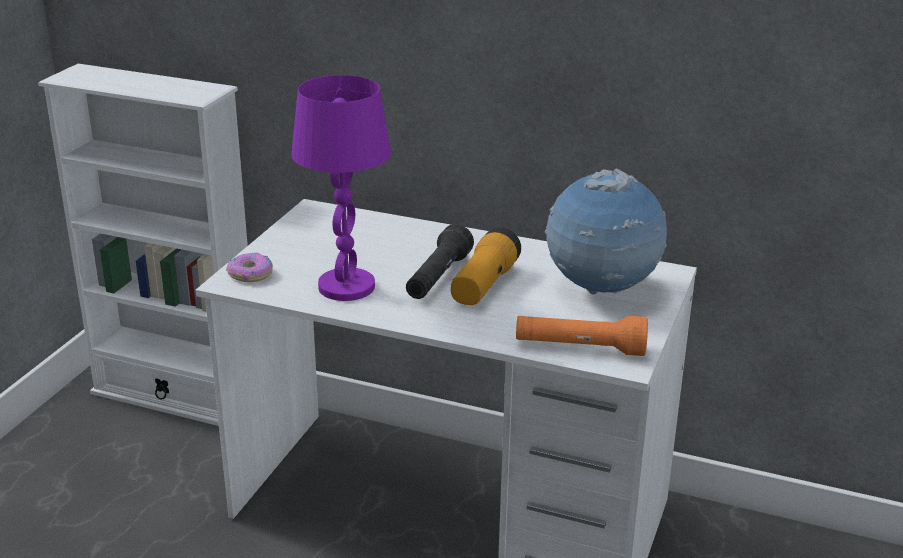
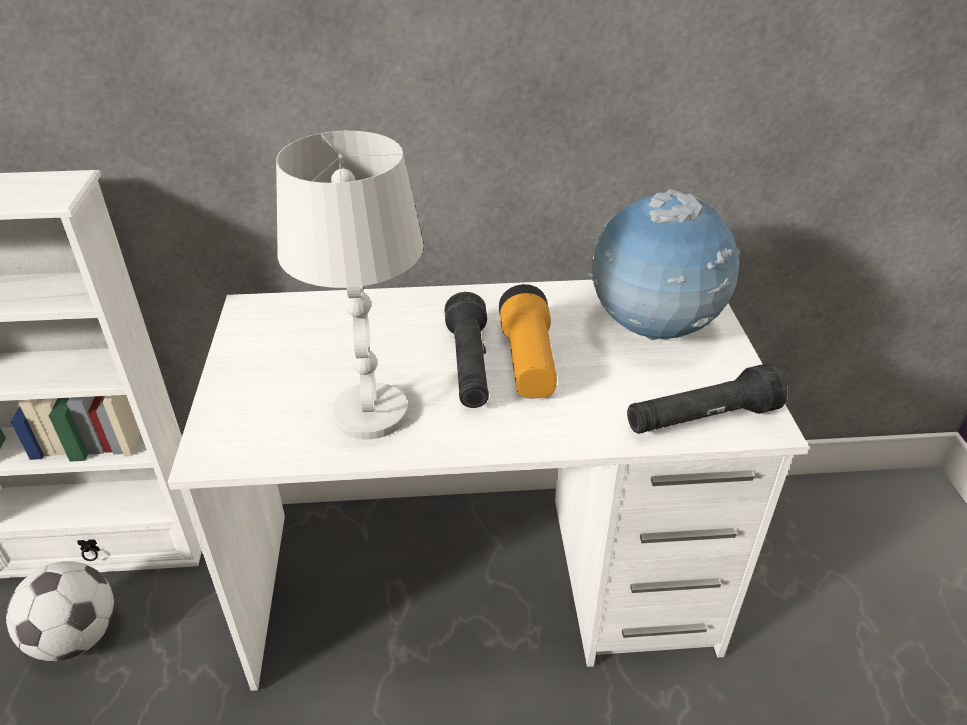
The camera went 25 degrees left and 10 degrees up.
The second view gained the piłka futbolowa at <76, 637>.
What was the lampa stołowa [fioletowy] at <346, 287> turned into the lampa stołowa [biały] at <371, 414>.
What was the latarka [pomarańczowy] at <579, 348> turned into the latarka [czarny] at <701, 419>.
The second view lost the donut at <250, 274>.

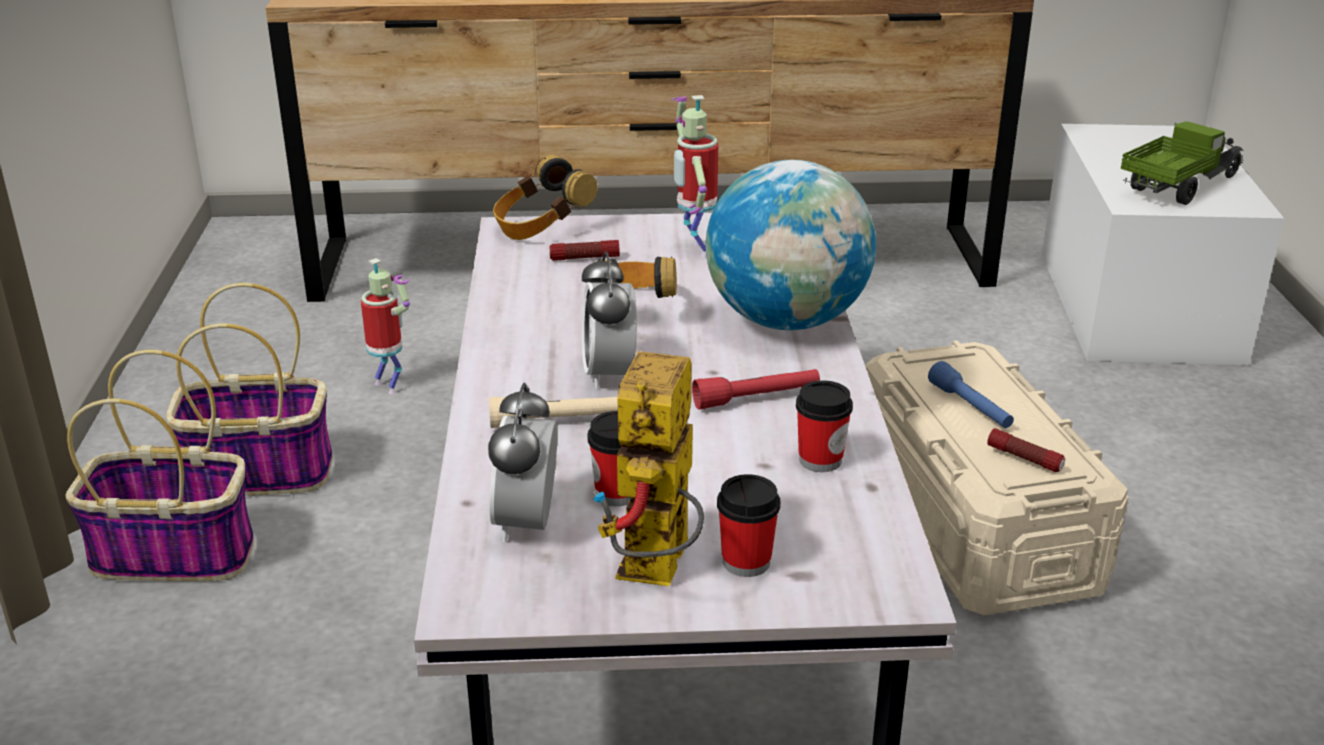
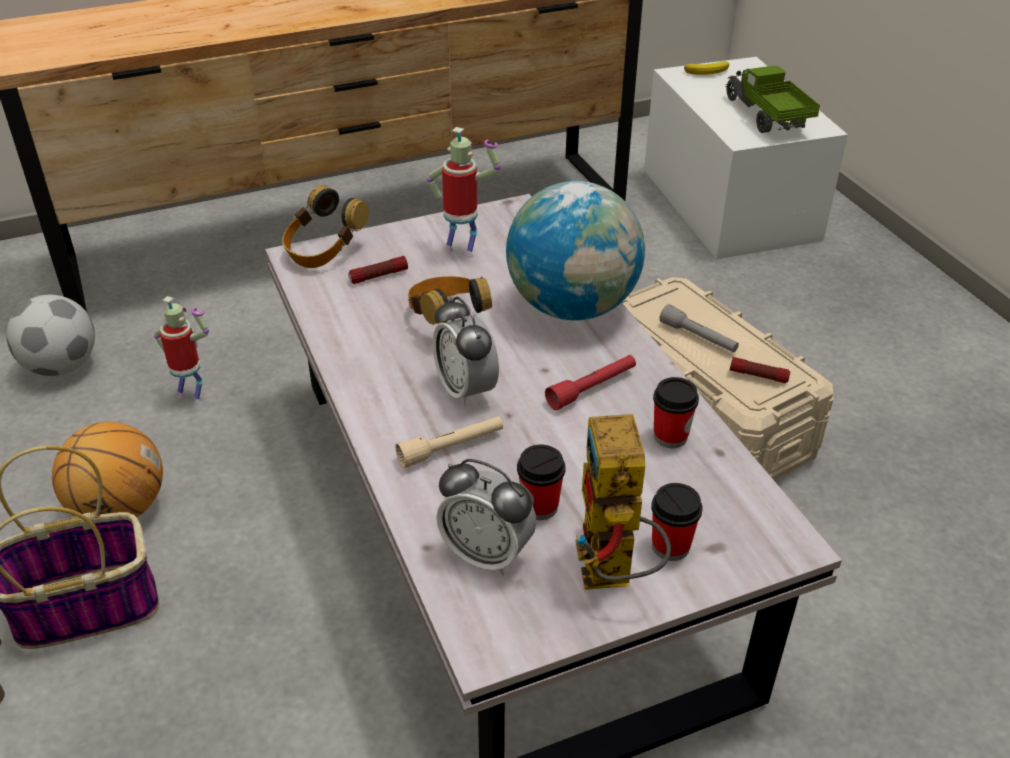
The camera went 20 degrees left and 10 degrees up.
The second view gained the piłka futbolowa at <61, 366>.
Where the koszyk stood at <256, 474>, the piłka do koszykówki came to stand at <119, 509>.
The robot zabawkowy at <694, 250> ended up facing another way, 150 degrees clockwise from before.
The budzik at <527, 523> ended up facing another way, 45 degrees counterclockwise from before.
What was the latarka [niebieski] at <970, 407> turned into the latarka [szary] at <698, 338>.
The second view gained the banan at <708, 71>.
The ciężarówka zabawkowa at <1178, 186> ended up facing another way, 45 degrees counterclockwise from before.

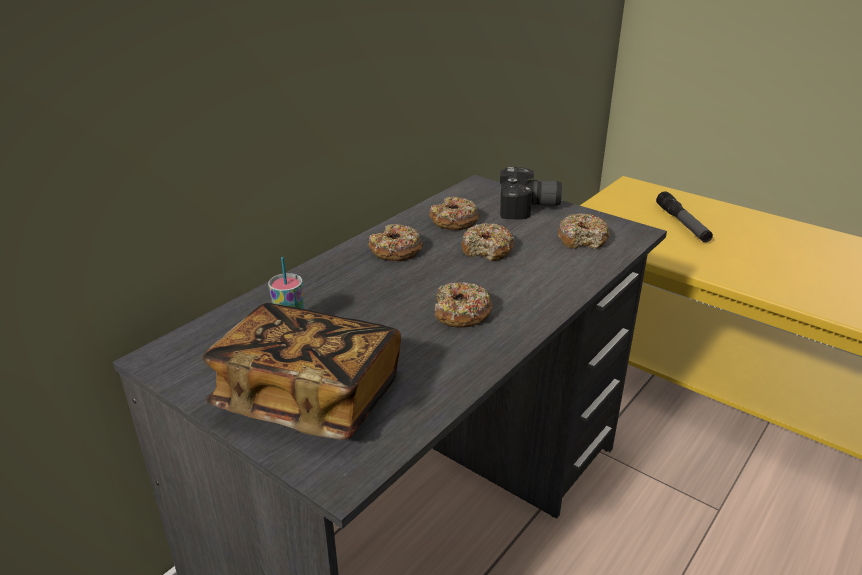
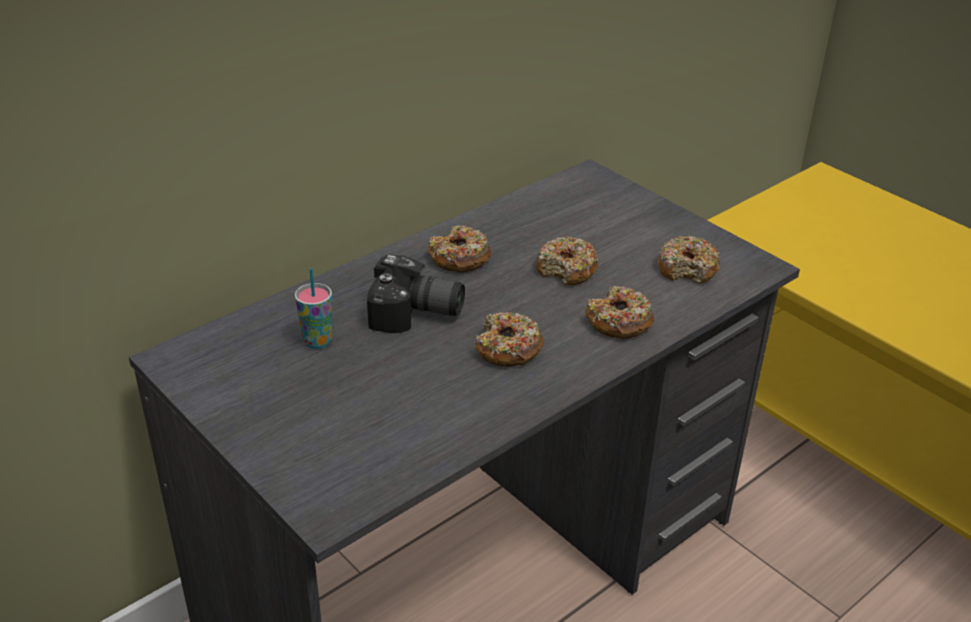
The camera went 10 degrees right and 5 degrees up.
The aparat fotograficzny ended up elsewhere, having gone from <528, 209> to <416, 315>.
The donut ended up elsewhere, having gone from <454, 221> to <619, 322>.
The second view lost the książka at <310, 397>.
The second view lost the latarka at <682, 224>.

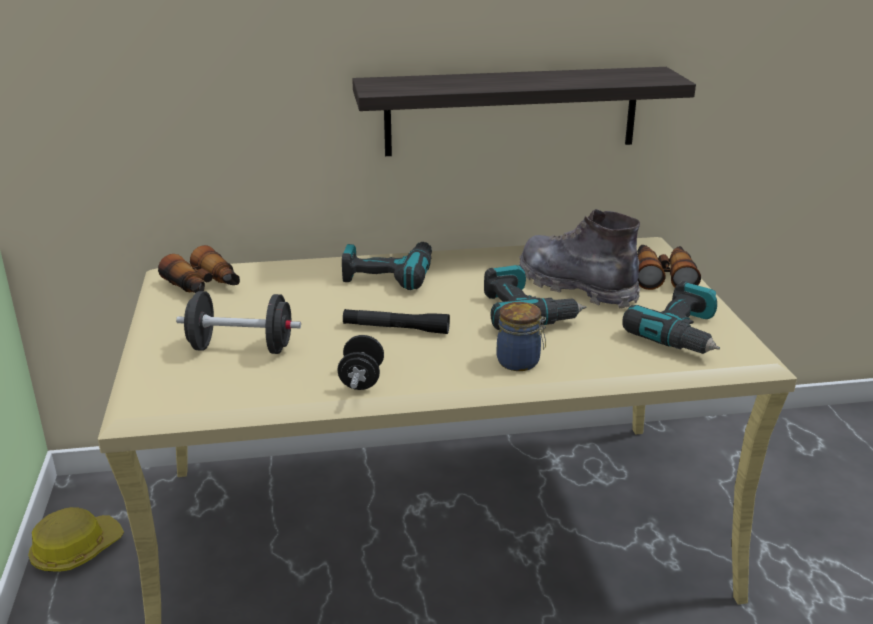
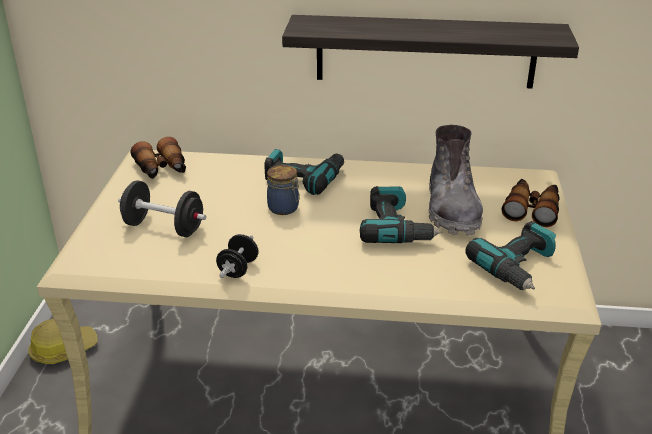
The camera went 15 degrees right and 5 degrees up.
The słoik ended up elsewhere, having gone from <520, 362> to <284, 208>.
The but z cholewką [szary] at <576, 286> ended up facing another way, 150 degrees counterclockwise from before.
The second view lost the latarka [czarny] at <396, 328>.

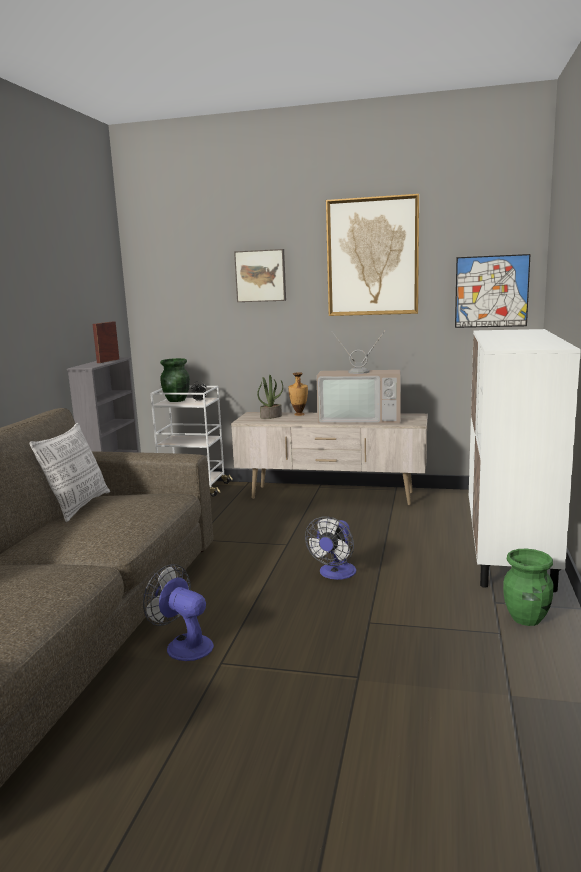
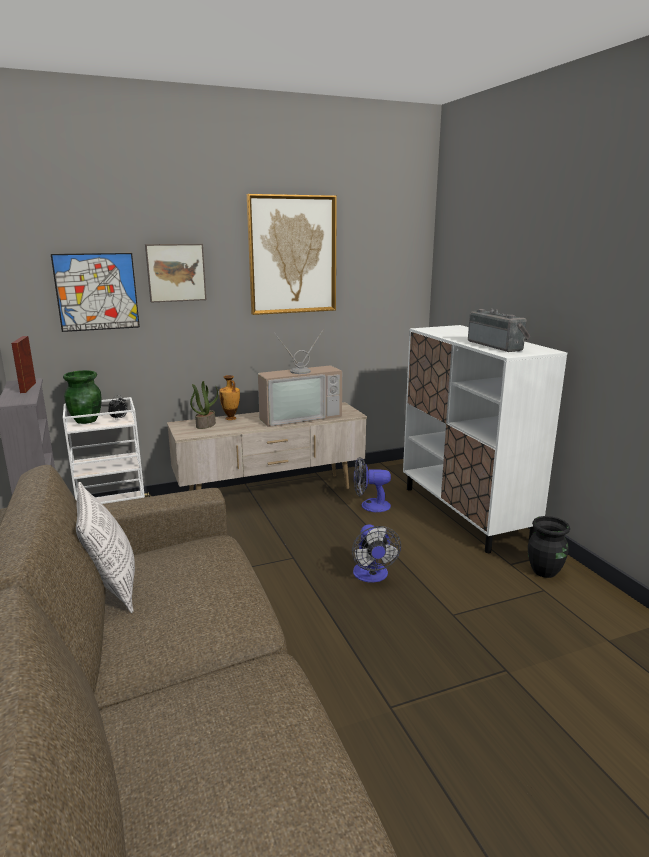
The camera went 35 degrees left and 5 degrees up.
The obraz ended up elsewhere, having gone from <491, 291> to <96, 292>.
The wentylator ended up elsewhere, having gone from <183, 645> to <370, 505>.
The second view gained the radio at <497, 346>.
What was the wazon [zielony] at <527, 619> turned into the wazon [czarny] at <545, 571>.

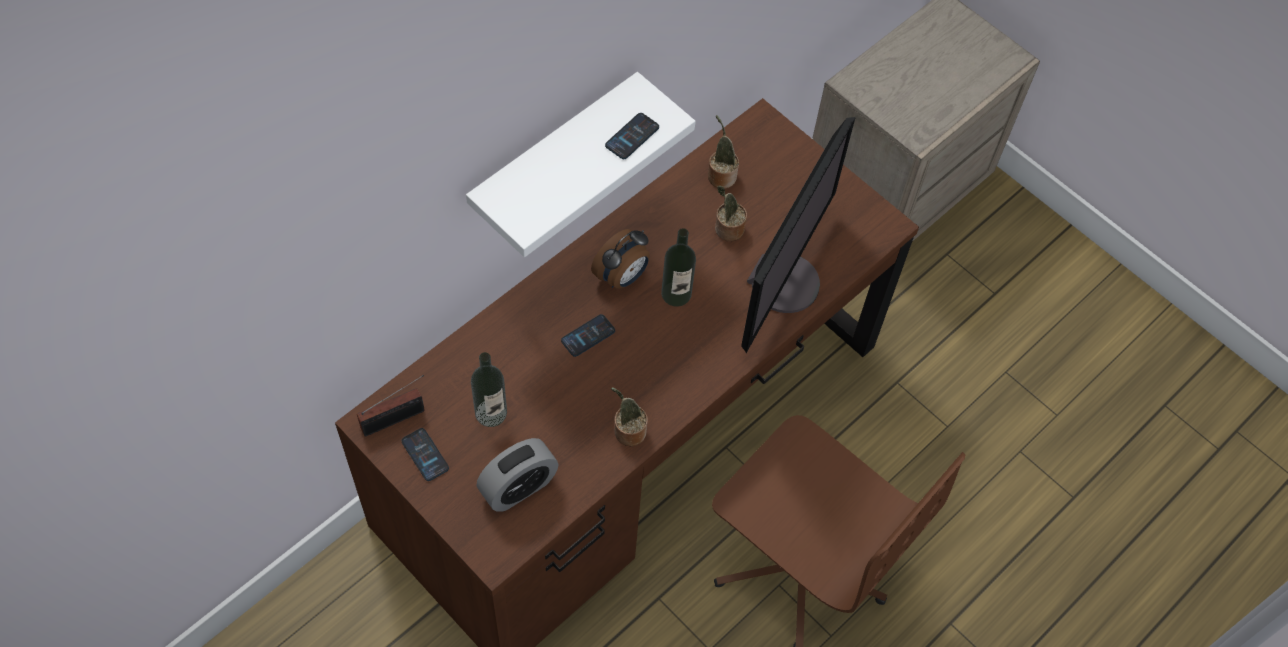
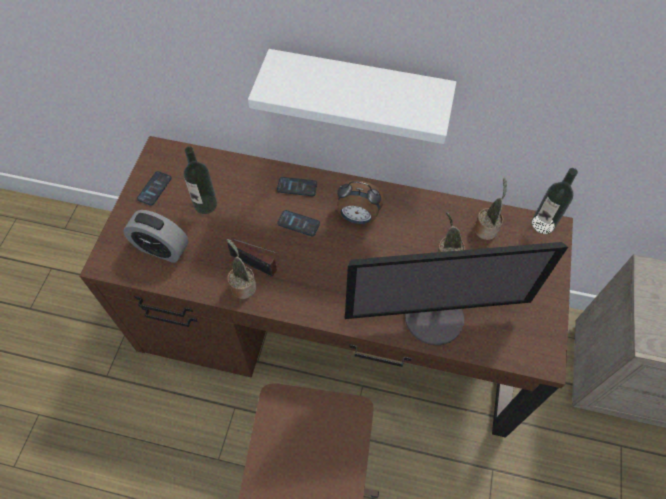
The camera went 60 degrees right and 0 degrees up.
The radio ended up elsewhere, having gone from <396, 418> to <255, 265>.
The telefon ended up elsewhere, having gone from <632, 137> to <297, 187>.
The butelka ended up elsewhere, having gone from <676, 294> to <543, 224>.

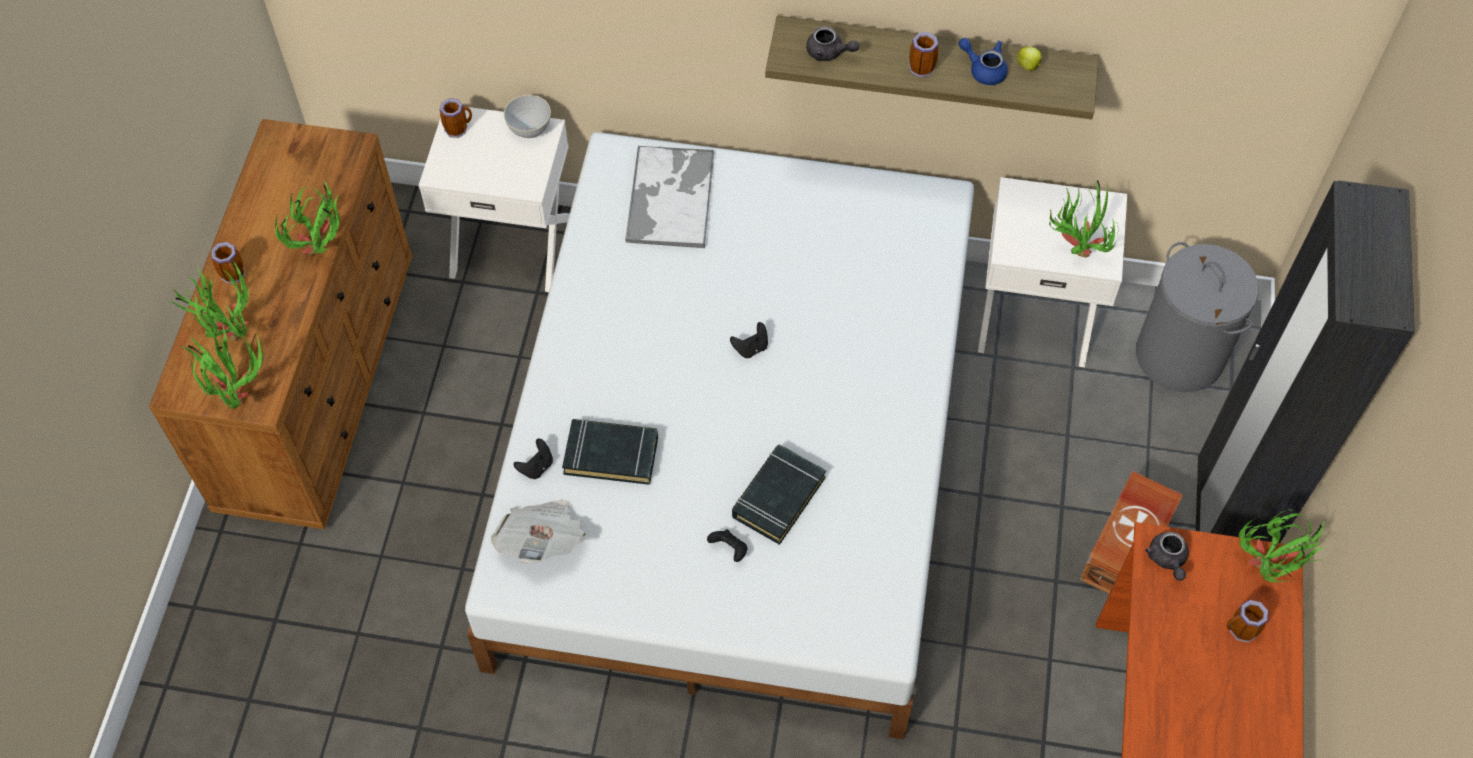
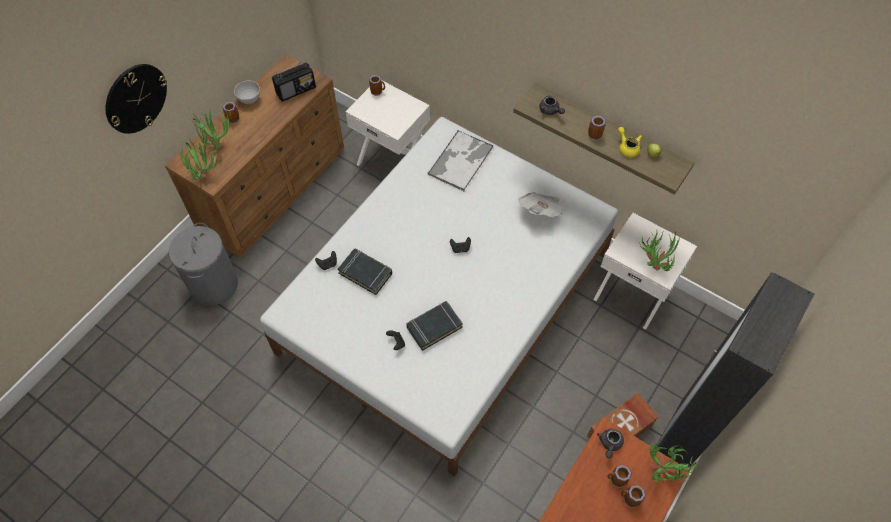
The camera went 25 degrees right and 0 degrees up.
The second view gained the zegar ścienny at <135, 98>.
The kosz na pranie [szary] ended up elsewhere, having gone from <1180, 355> to <214, 285>.
The miska [szary] ended up elsewhere, having gone from <529, 129> to <249, 99>.
The second view gained the radio at <296, 90>.
The gazeta ended up elsewhere, having gone from <543, 540> to <541, 211>.
The second view gained the kubek at <616, 480>.
What was the imbryk [niebieski] at <983, 69> turned into the imbryk [żółty] at <627, 147>.
The second view lost the roślina doniczkowa at <324, 249>.

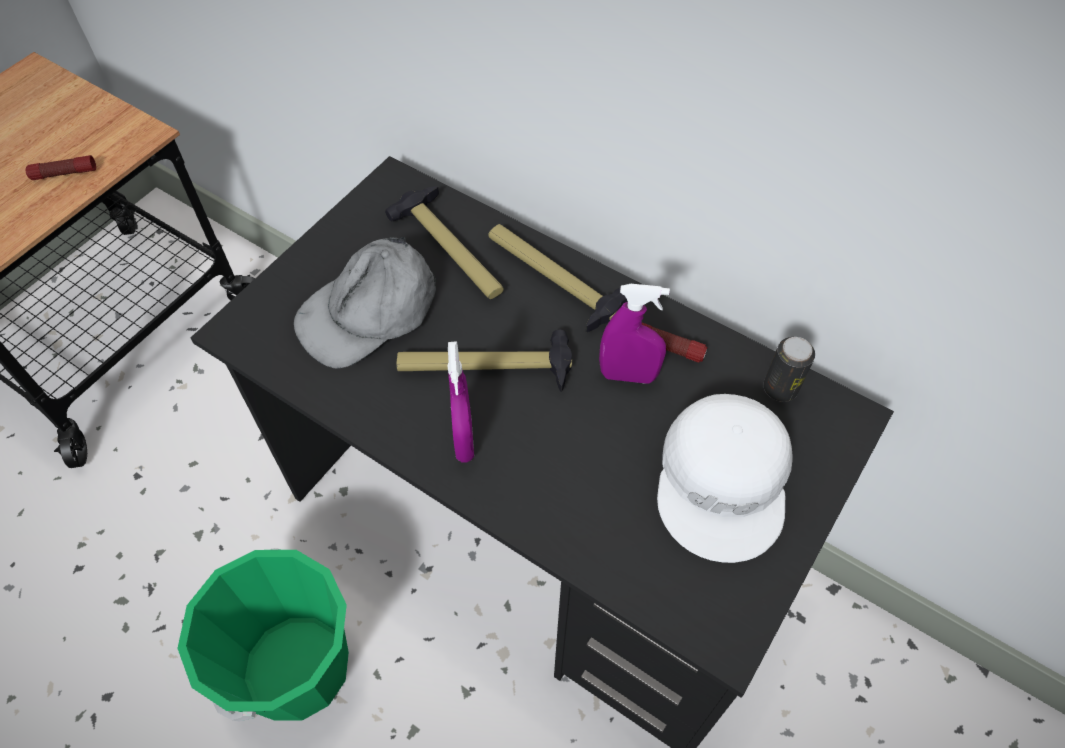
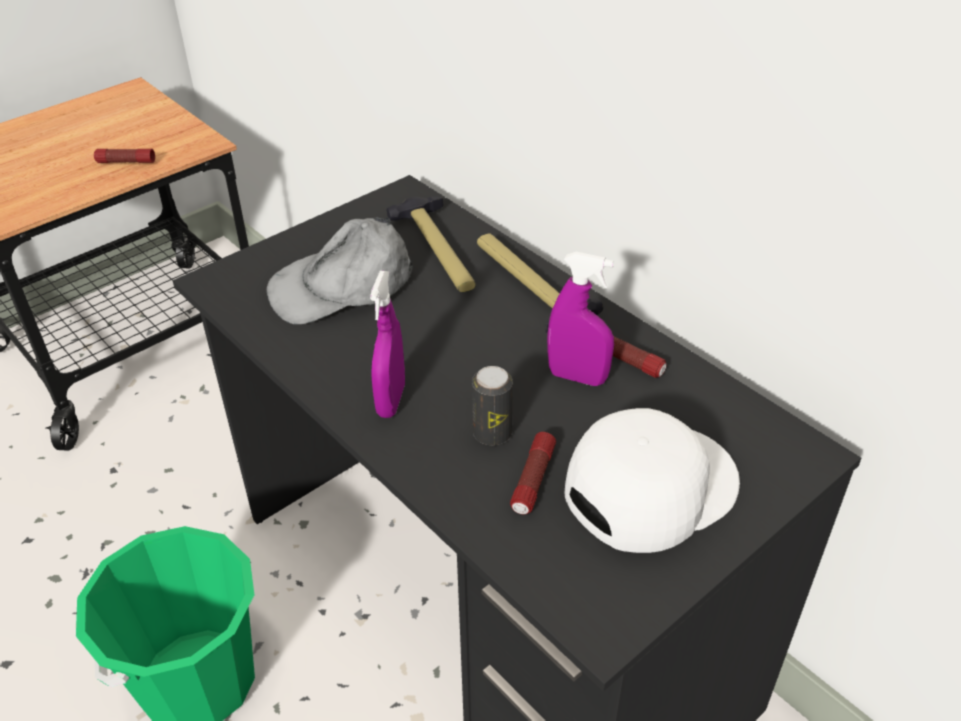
The camera went 15 degrees right and 15 degrees down.
The puszka ended up elsewhere, having gone from <780, 388> to <492, 433>.
The second view gained the latarka at <533, 480>.
The czapka z daszkiem [biały] at <724, 482> ended up facing another way, 150 degrees counterclockwise from before.
The second view lost the młotek at <485, 368>.

